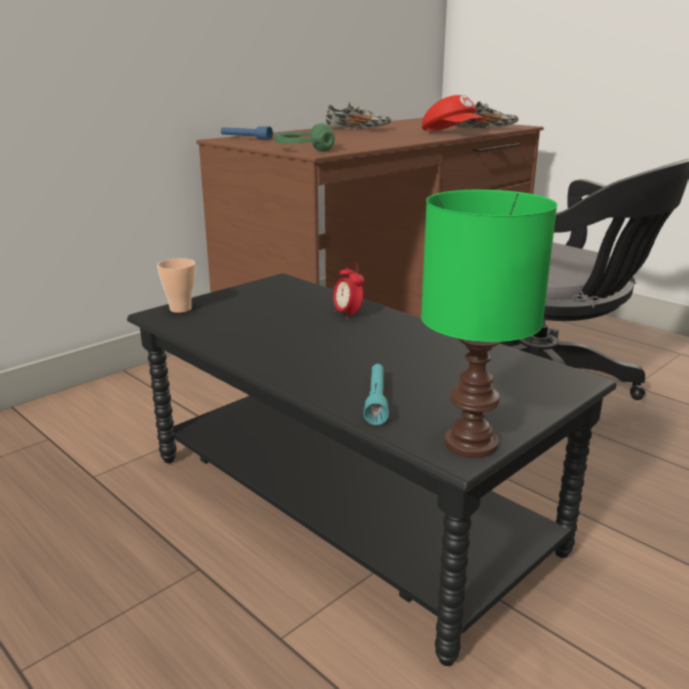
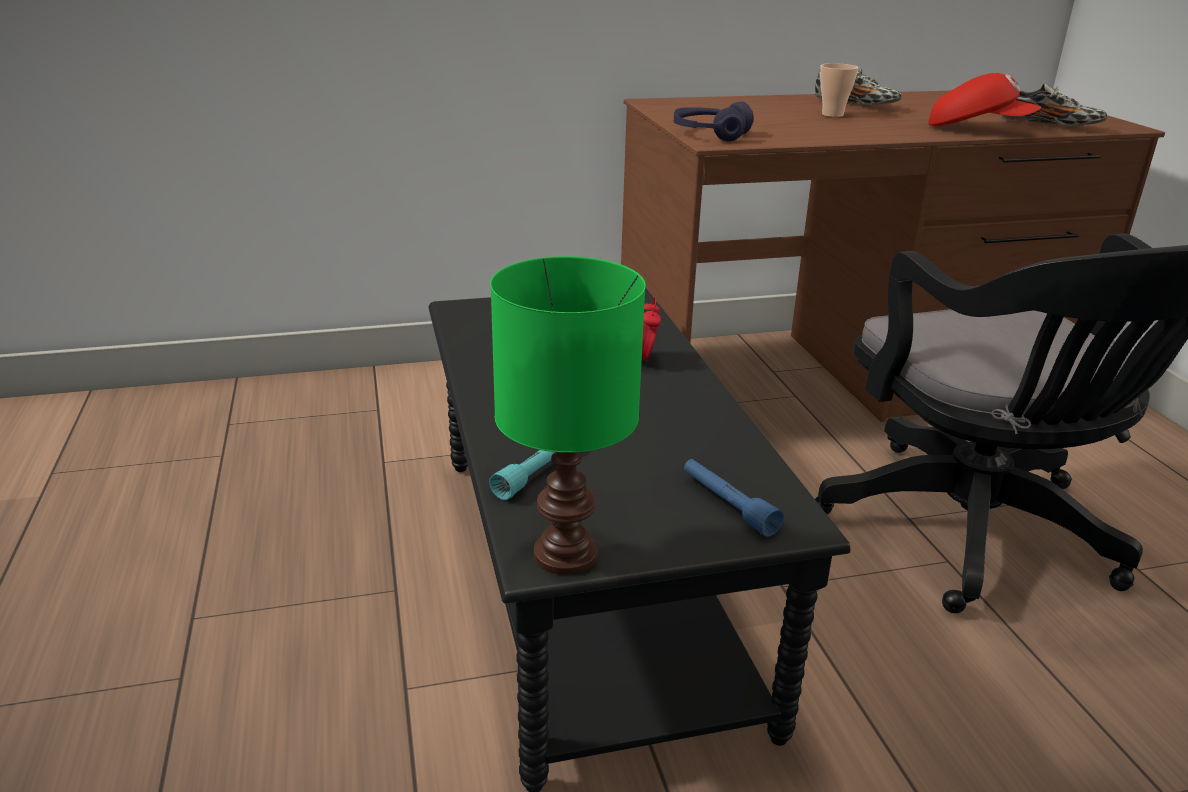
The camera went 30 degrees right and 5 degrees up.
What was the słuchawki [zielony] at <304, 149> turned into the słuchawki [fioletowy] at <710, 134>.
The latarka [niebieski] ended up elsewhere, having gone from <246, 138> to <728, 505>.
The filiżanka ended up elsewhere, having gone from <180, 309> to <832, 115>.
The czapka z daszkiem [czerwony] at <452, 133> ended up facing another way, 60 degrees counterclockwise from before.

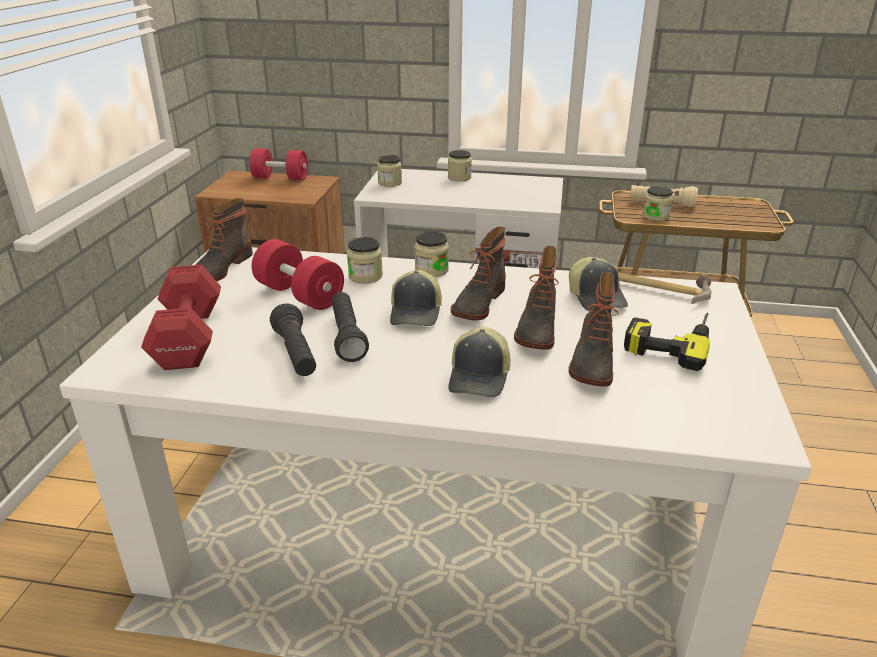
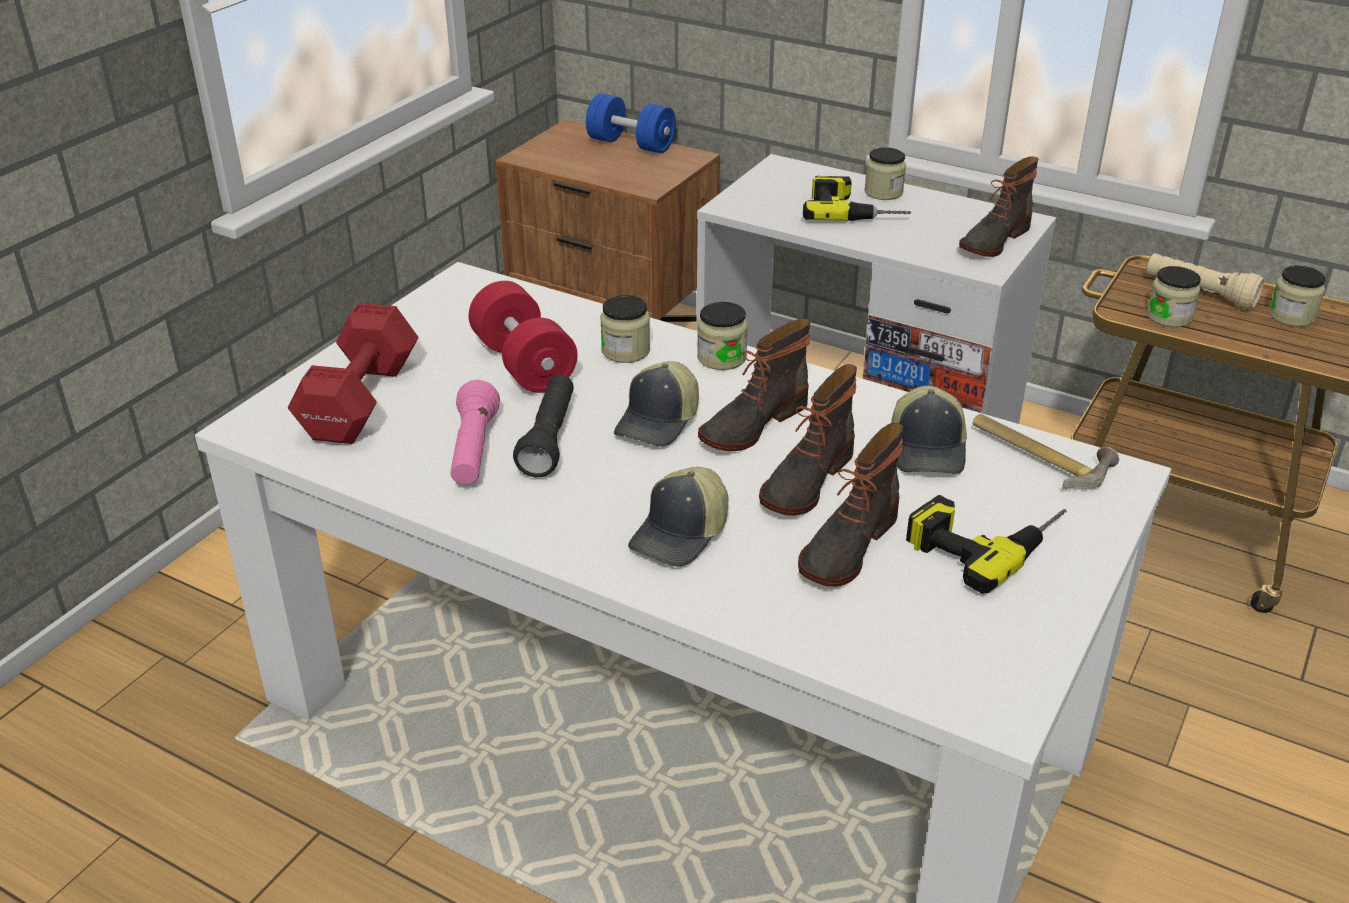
The camera went 20 degrees right and 5 degrees up.
What was the latarka [czarny] at <296, 354> turned into the latarka [różowy] at <474, 451>.
What was the hantel [czerwony] at <280, 178> turned into the hantel [niebieski] at <631, 144>.
The second view gained the wiertarka at <854, 209>.
The but z cholewką ended up elsewhere, having gone from <220, 268> to <993, 240>.
The słoik ended up elsewhere, having gone from <390, 183> to <1291, 316>.

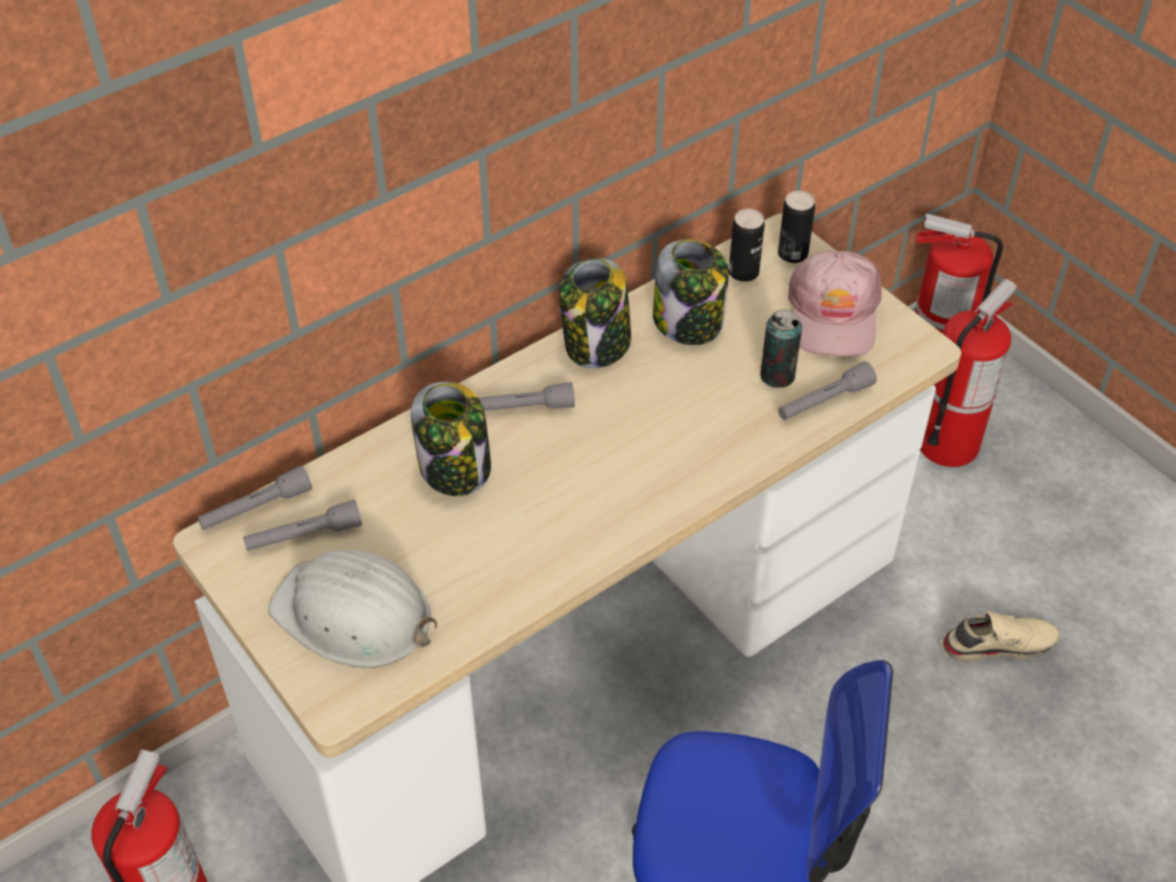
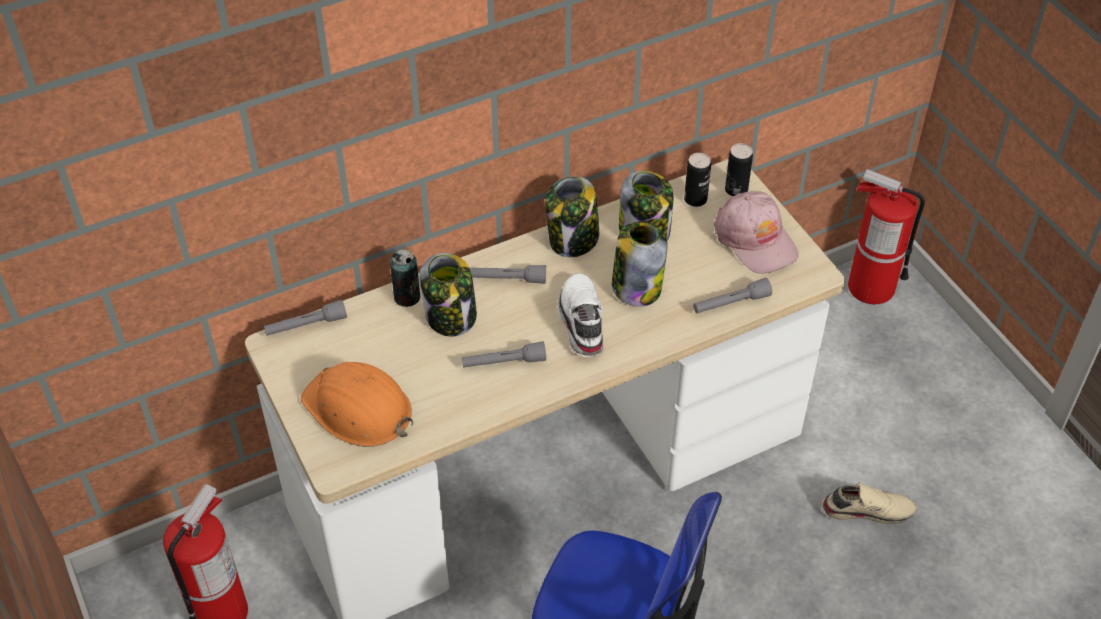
The camera went 10 degrees right and 0 degrees up.
What was the kask [biały] at <354, 615> turned into the kask [pomarańczowy] at <358, 409>.
The puszka ended up elsewhere, having gone from <777, 376> to <407, 297>.
The latarka [szary] ended up elsewhere, having gone from <303, 536> to <504, 362>.
The second view gained the but [biały] at <580, 321>.
The second view gained the słoik at <636, 286>.
The czapka z daszkiem [różowy] at <834, 314> ended up facing another way, 45 degrees counterclockwise from before.
The second view lost the gaśnica at <948, 443>.

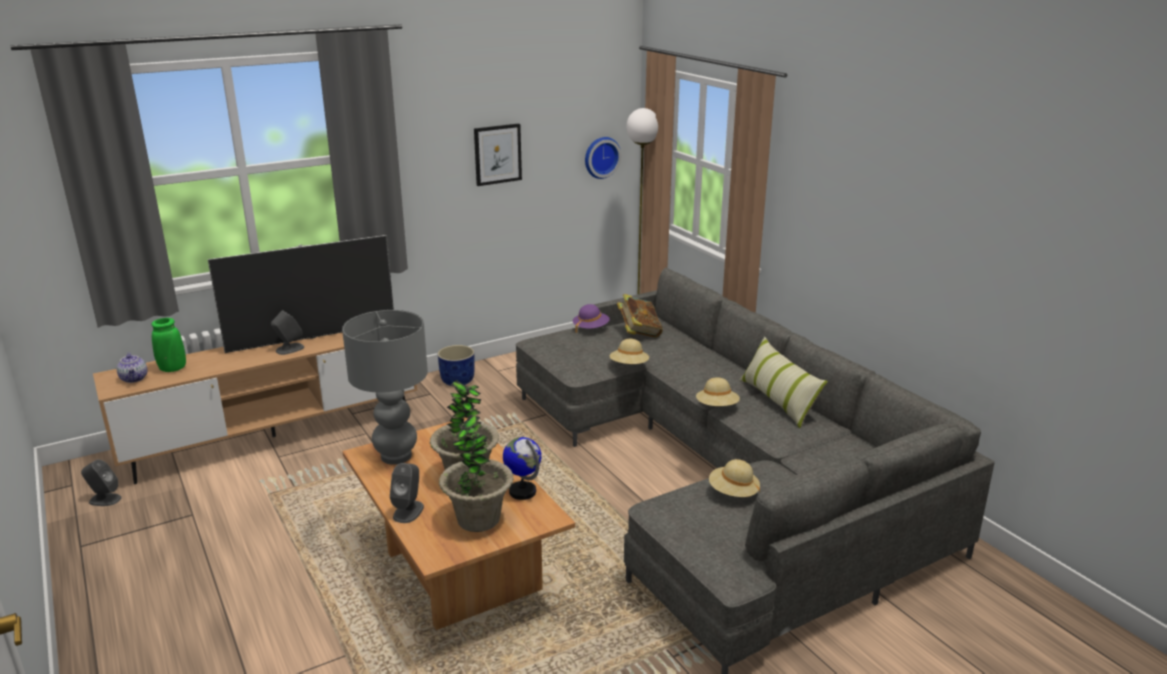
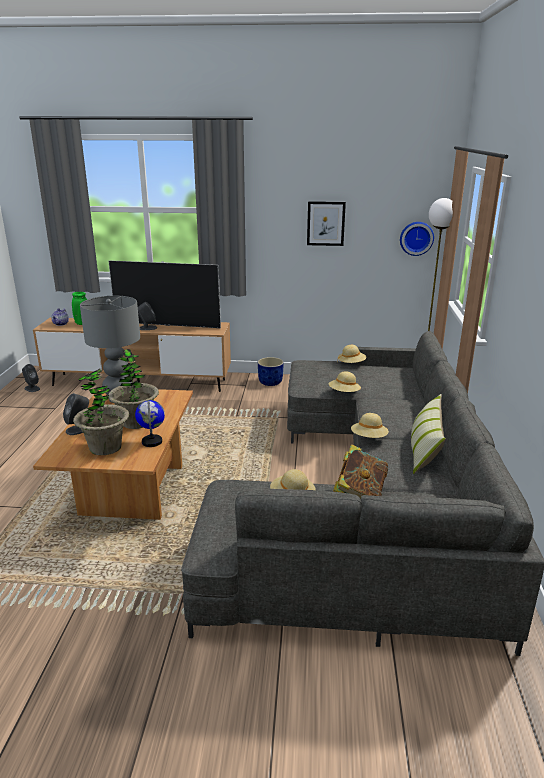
The camera went 35 degrees right and 0 degrees up.
The książka ended up elsewhere, having gone from <639, 333> to <359, 494>.
What was the kapelusz [fioletowy] at <590, 328> turned into the kapelusz [beżowy] at <351, 364>.

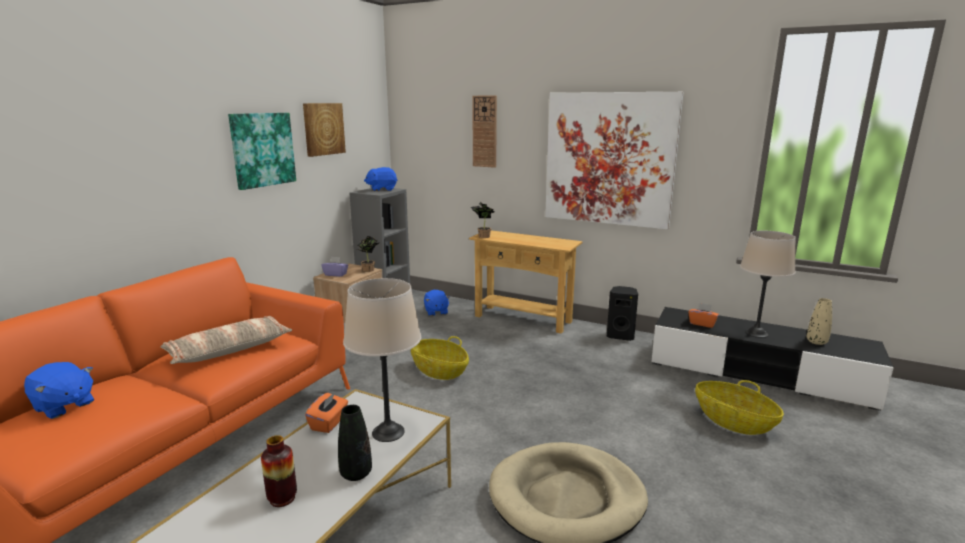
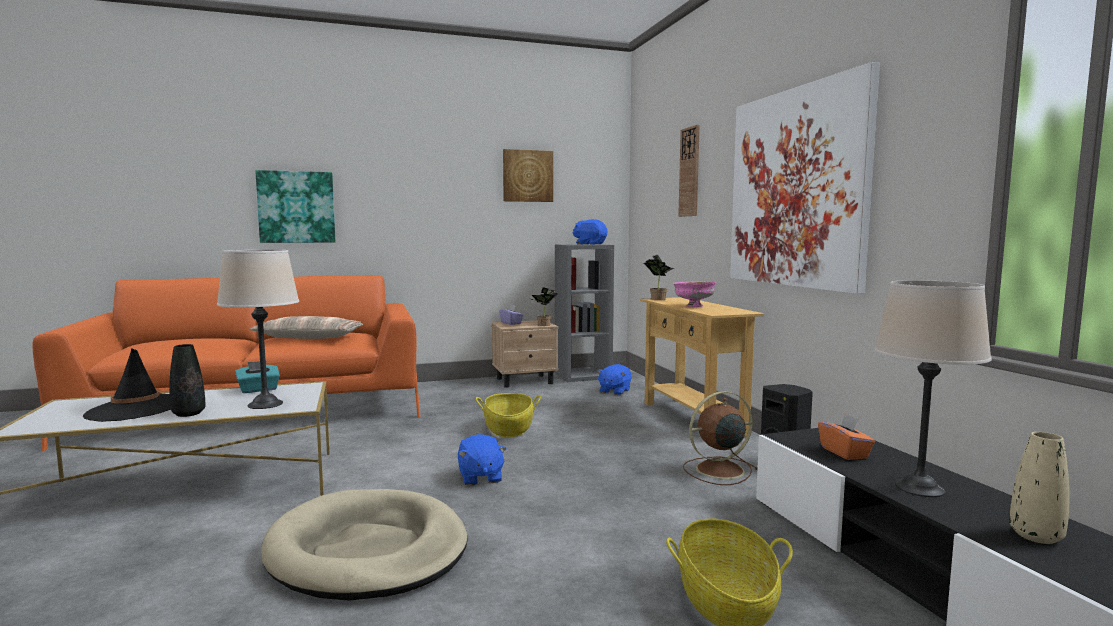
The camera went 45 degrees right and 10 degrees down.
Where the wazon stood at <282, 498>, the kapelusz [czarny] came to stand at <136, 409>.
What was the pudełko chusteczek [pomarańczowy] at <329, 423> turned into the pudełko chusteczek [turkusowy] at <258, 390>.
The obraz ended up elsewhere, having gone from <262, 149> to <296, 207>.
The pluszak [niebieski] ended up elsewhere, having gone from <63, 406> to <480, 477>.
The second view gained the miska [różowy] at <693, 306>.
The second view gained the wentylator [brązowy] at <717, 470>.

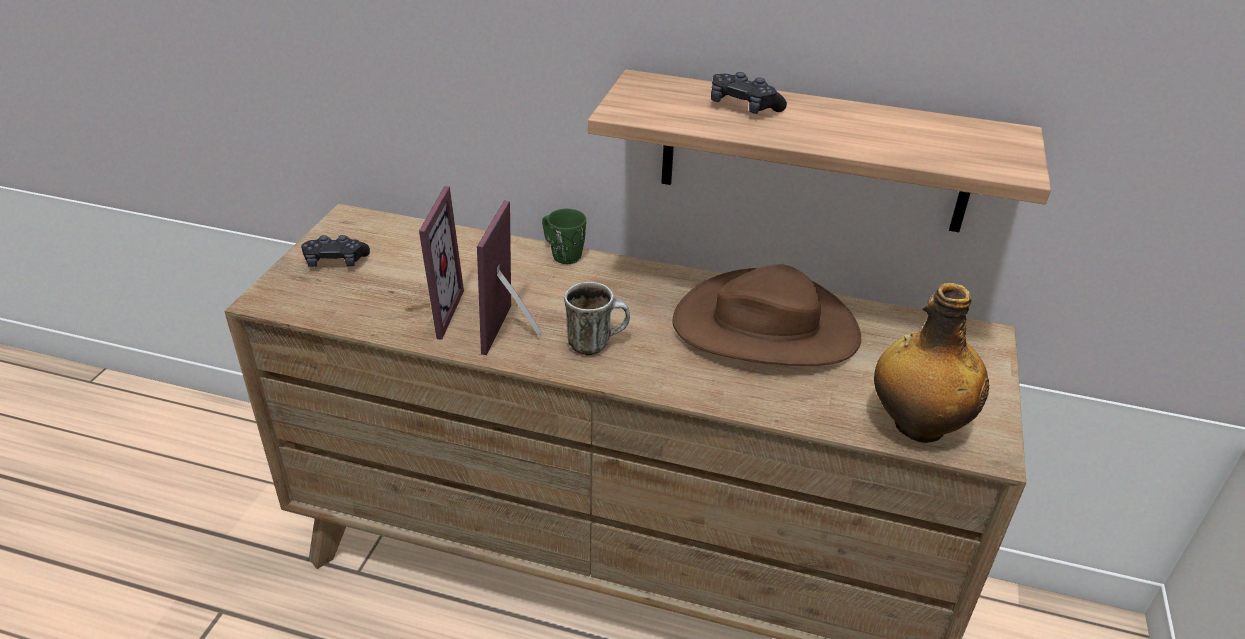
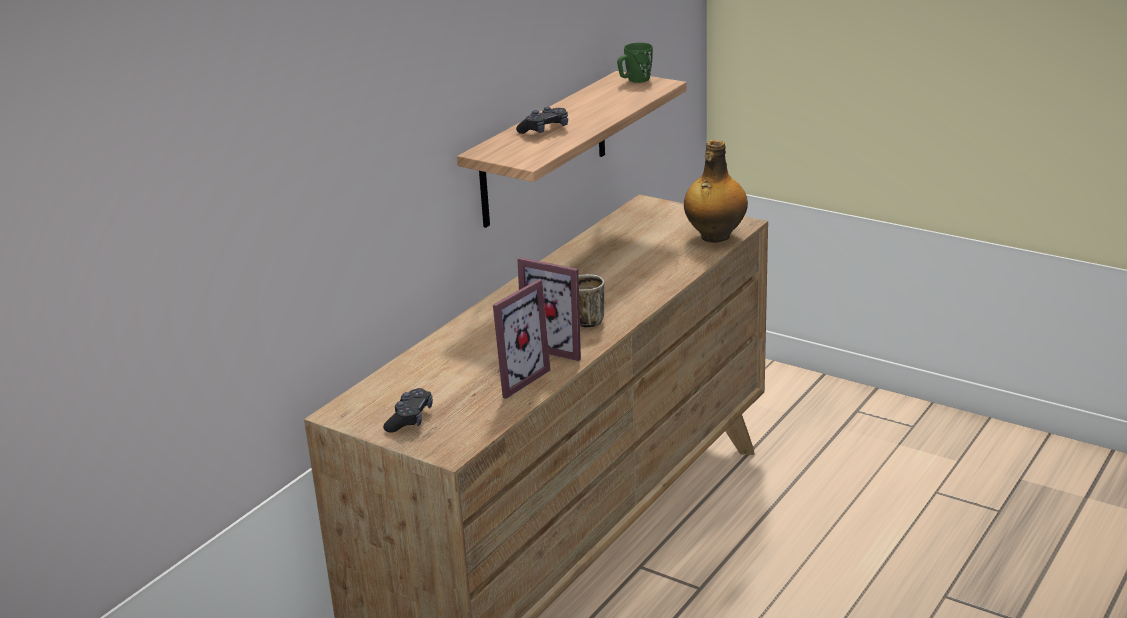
The camera went 70 degrees left and 10 degrees down.
The ramka na zdjęcie at <430, 312> ended up facing another way, 105 degrees clockwise from before.
The kubek [zielony] ended up elsewhere, having gone from <562, 254> to <634, 80>.
The second view lost the kapelusz [brązowy] at <766, 327>.

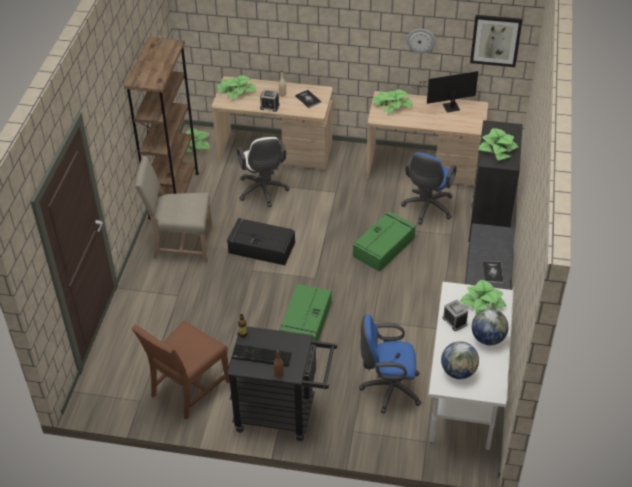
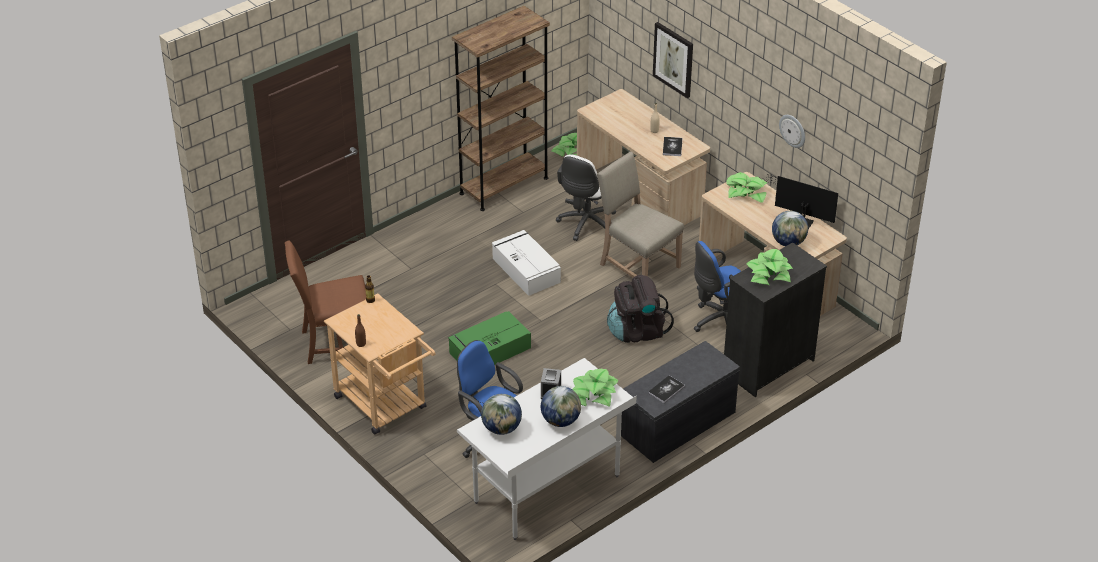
The camera went 40 degrees right and 5 degrees down.
What was the wózek [czarny] at <283, 413> turned into the wózek [beżowy] at <385, 406>.
What was the pojemnik do przechowywania [czarny] at <260, 247> turned into the pojemnik do przechowywania [biały] at <525, 269>.
The krzesło [beżowy] ended up elsewhere, having gone from <181, 244> to <637, 265>.
Where the pojemnik do przechowywania [zielony] stood at <384, 246>, the plecak [czarny] came to stand at <637, 331>.
The obraz ended up elsewhere, having gone from <495, 40> to <673, 59>.
The second view gained the globus at <788, 243>.
The second view lost the roślina doniczkowa at <236, 91>.
The second view lost the klawiatura at <261, 357>.
The second view lost the budzik at <269, 106>.

